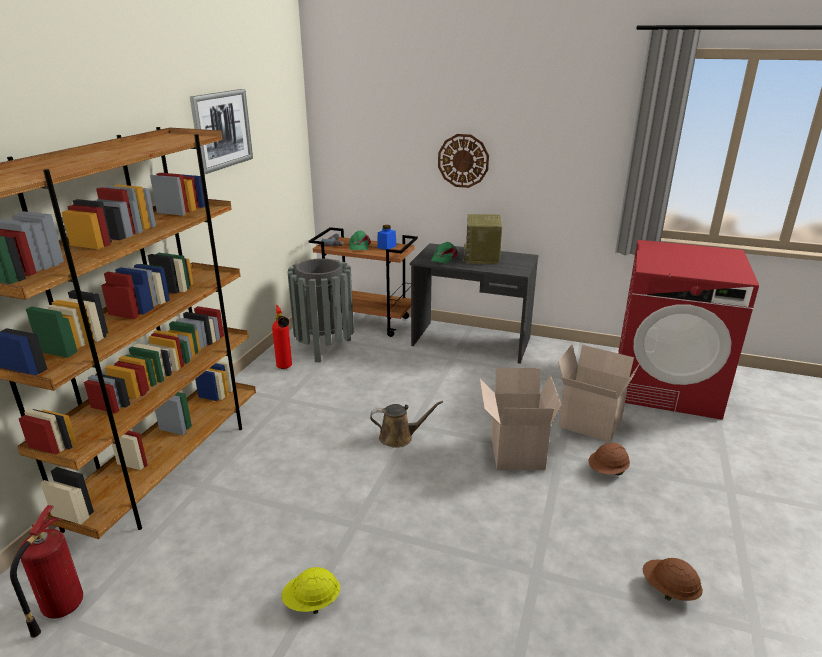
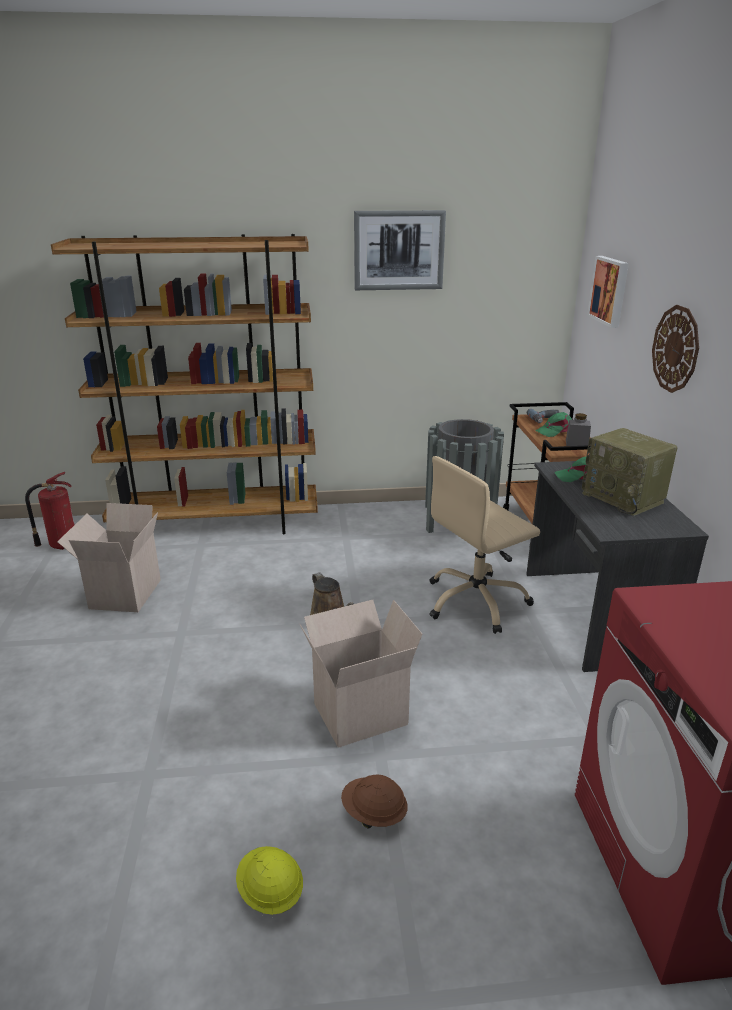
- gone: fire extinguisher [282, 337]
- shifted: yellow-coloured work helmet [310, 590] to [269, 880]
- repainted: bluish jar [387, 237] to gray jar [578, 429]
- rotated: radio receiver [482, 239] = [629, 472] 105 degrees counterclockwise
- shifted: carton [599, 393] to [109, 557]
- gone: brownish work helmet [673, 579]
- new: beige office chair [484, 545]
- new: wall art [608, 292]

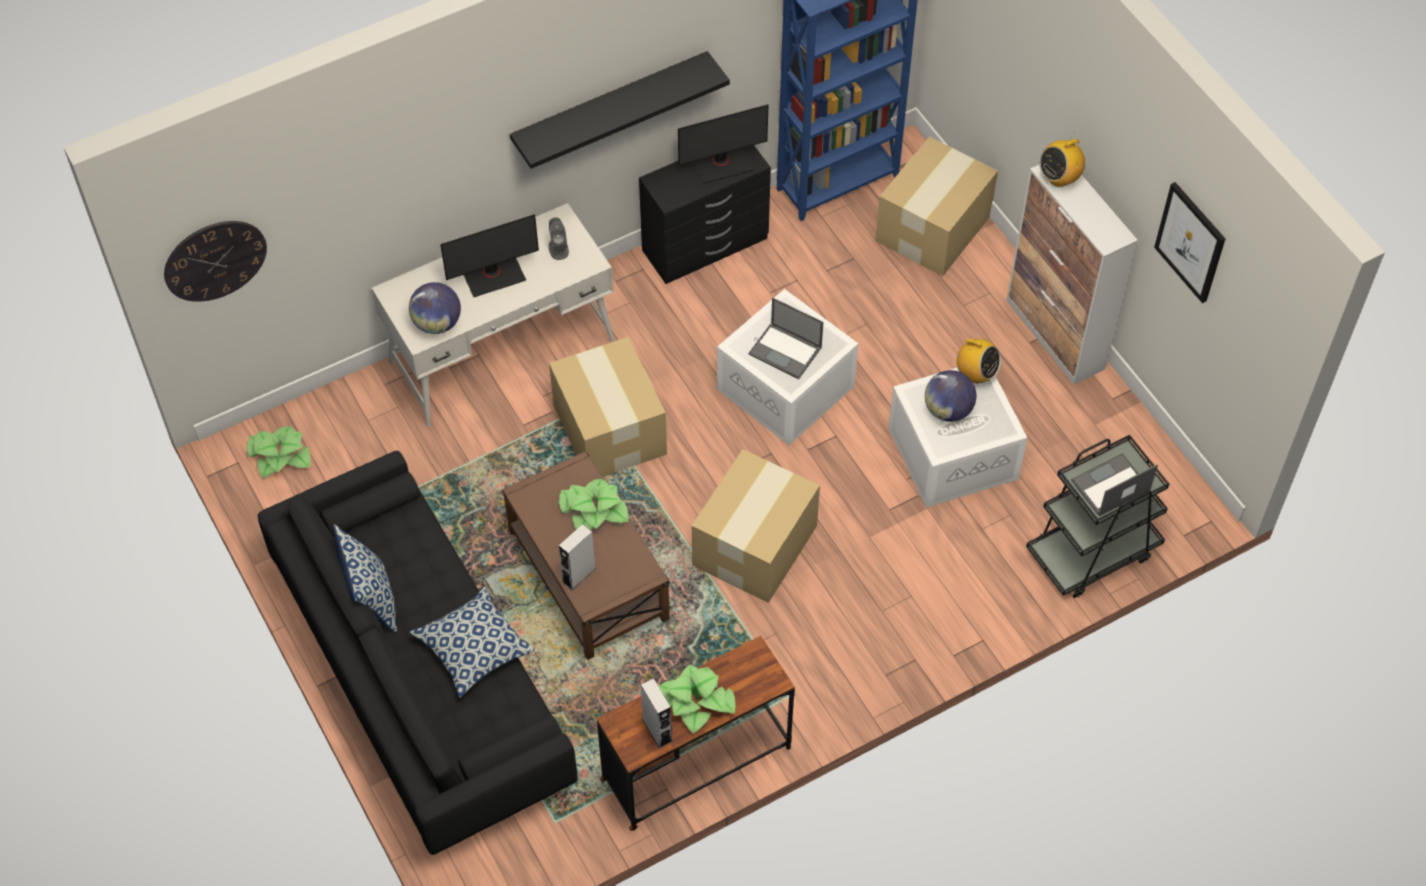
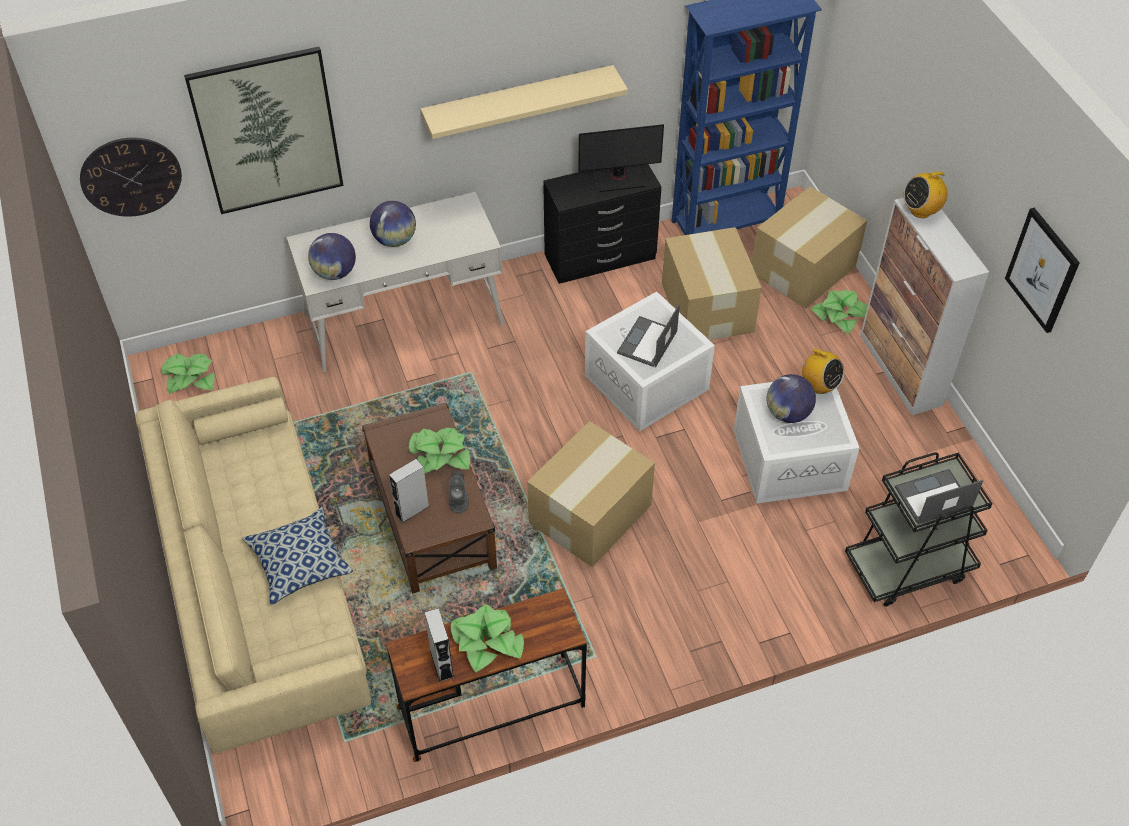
- repainted: black couch [417, 653] to beige couch [253, 565]
- gone: throw pillow [365, 579]
- swapped: computer screen [489, 255] to world globe [393, 224]
- repainted: black bracket shelf [620, 110] to beige bracket shelf [524, 102]
- shifted: gray loudspeaker [559, 239] to [459, 492]
- shifted: carton [608, 407] to [712, 283]
- rotated: notebook computer [786, 338] = [648, 336] 75 degrees clockwise
- new: wall art [264, 130]
- new: potted plant [839, 312]

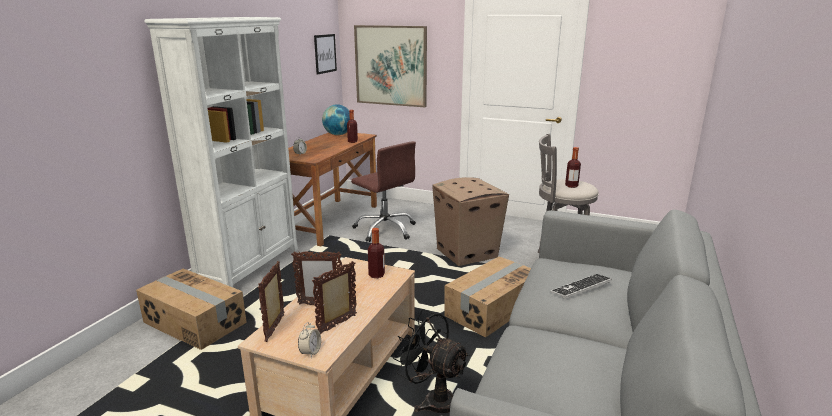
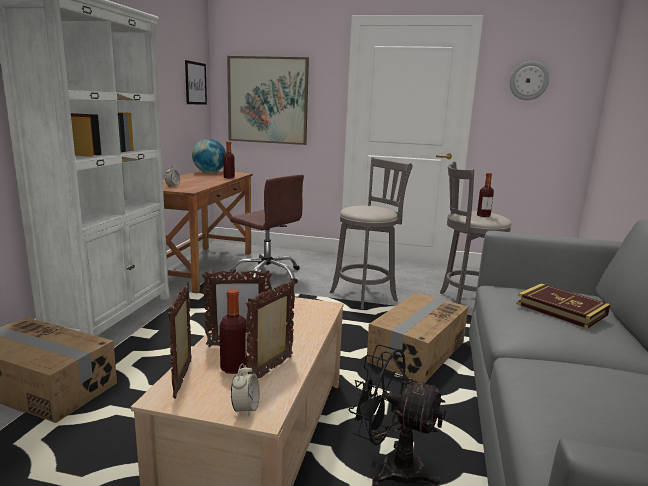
- shifted: bottle [376, 253] to [233, 331]
- swapped: carton [470, 221] to gray sitting stool [371, 233]
- swapped: keyboard [581, 286] to book [564, 306]
- new: clock on the wall [529, 80]

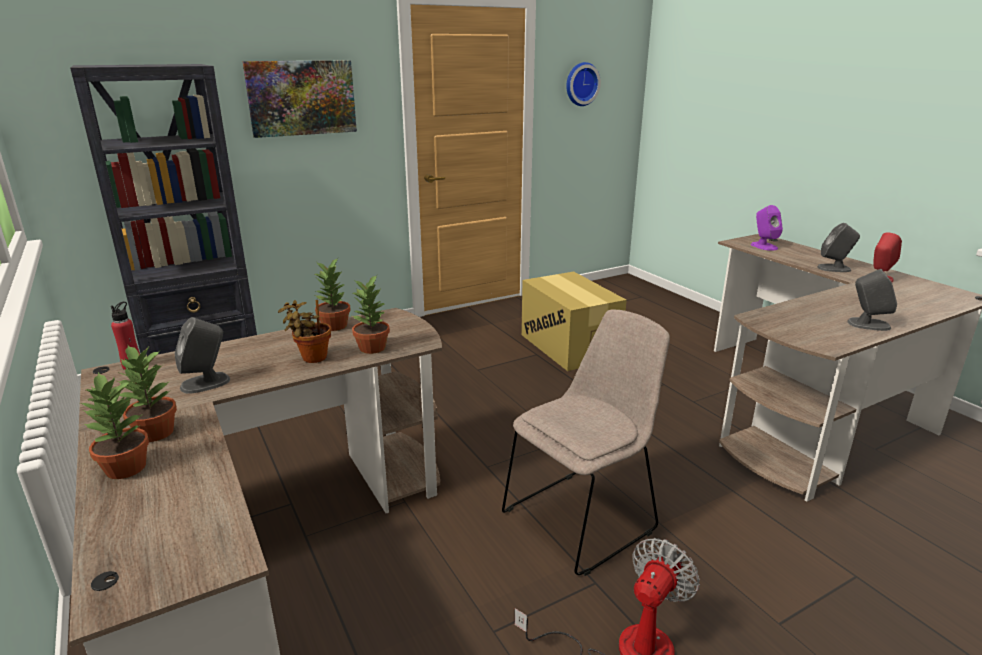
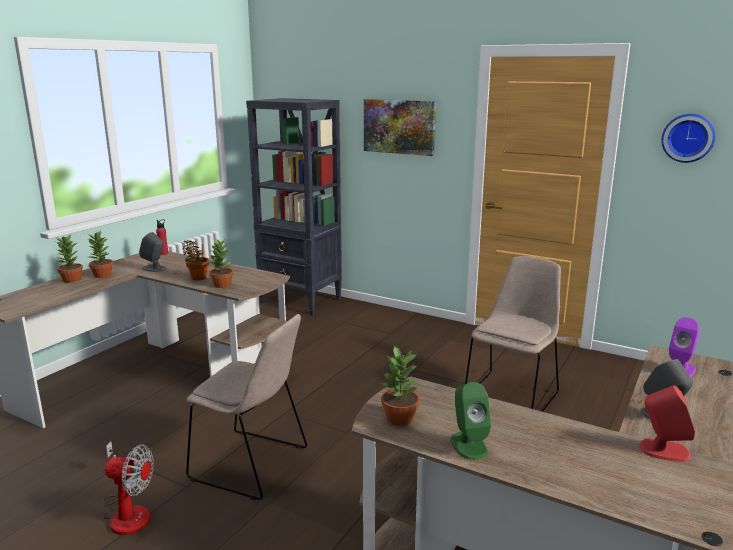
- shifted: potted plant [331, 294] to [400, 385]
- swapped: carton [574, 321] to beige upright chair [513, 334]
- repainted: gray loudspeaker [872, 300] to greenish loudspeaker [470, 421]

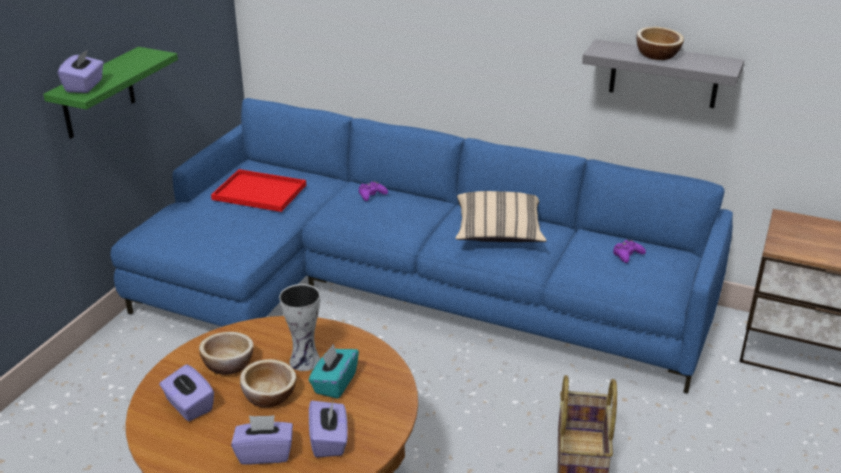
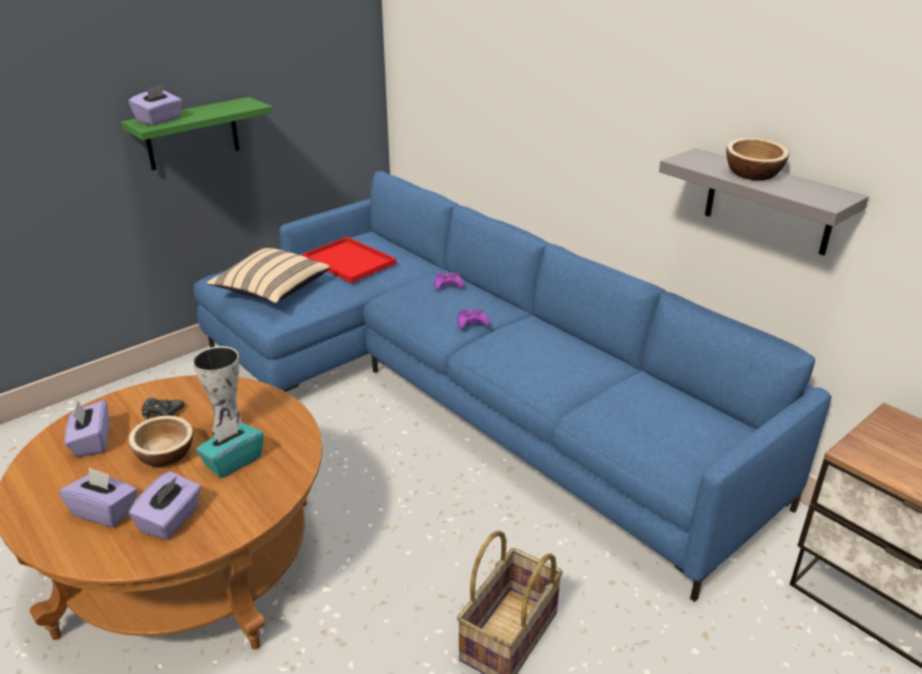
- swapped: deep dish [226, 353] to black joypad [163, 409]
- shifted: beige throw pillow [501, 216] to [268, 276]
- shifted: purple joypad [629, 251] to [473, 319]

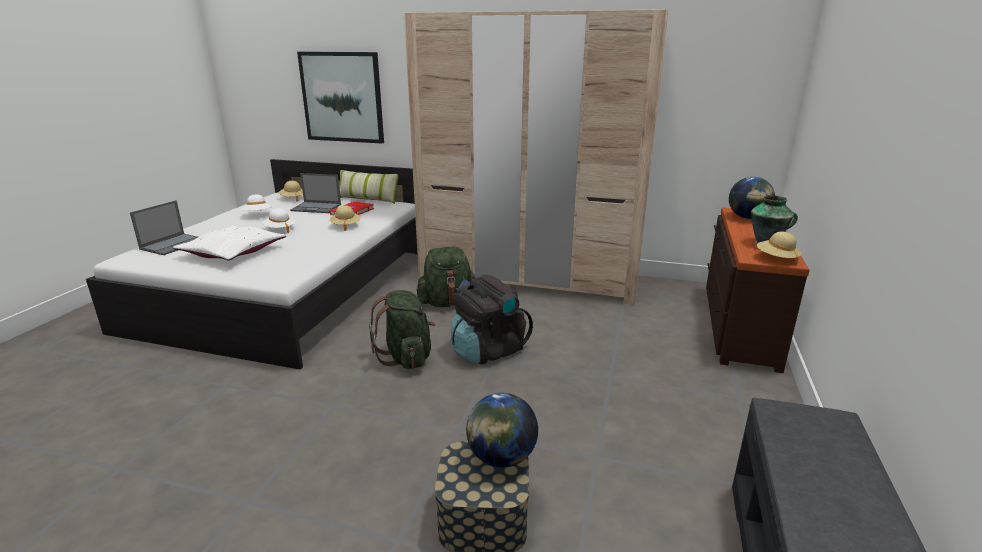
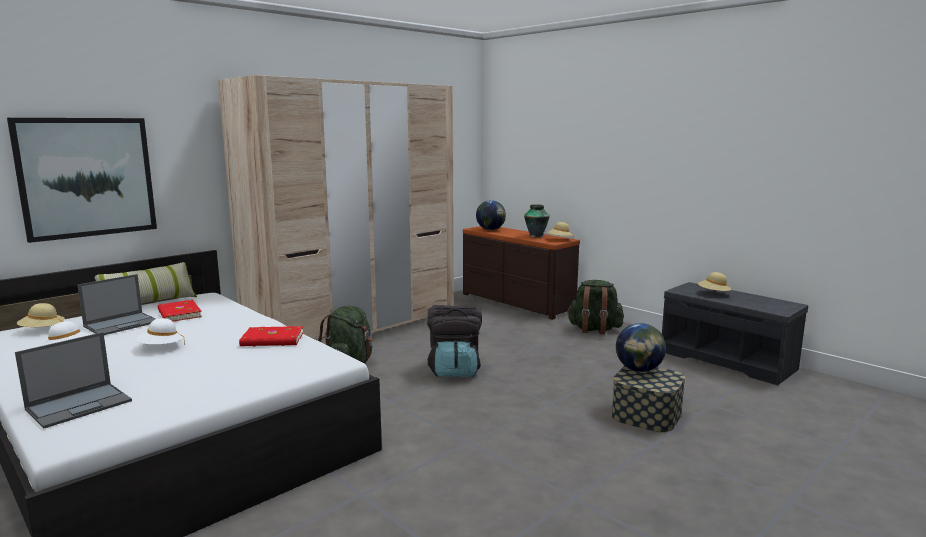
- rotated: notebook computer [164, 227] = [73, 380] 75 degrees clockwise
- gone: whitish throw pillow [229, 243]
- shifted: beige hat [345, 218] to [715, 281]
- shifted: greenish backpack [402, 329] to [595, 307]
- new: red book [271, 336]

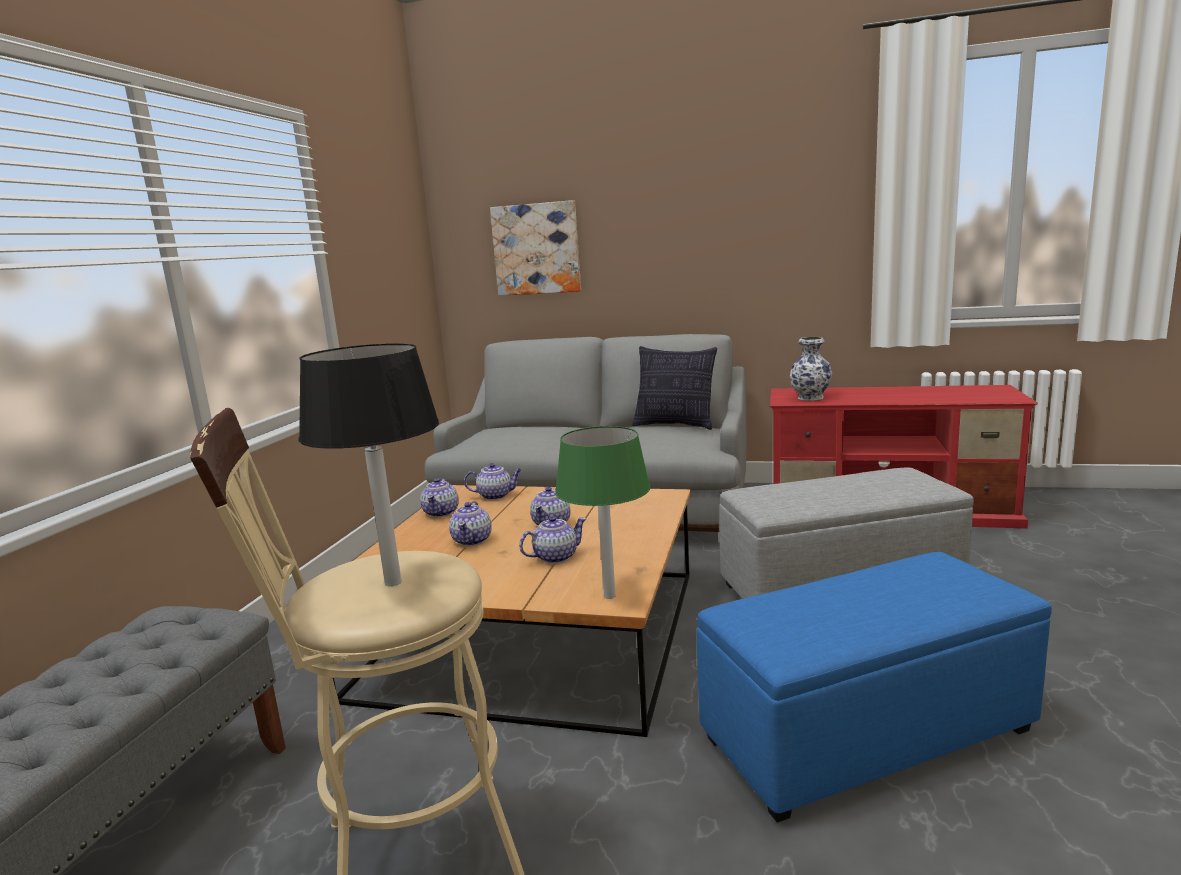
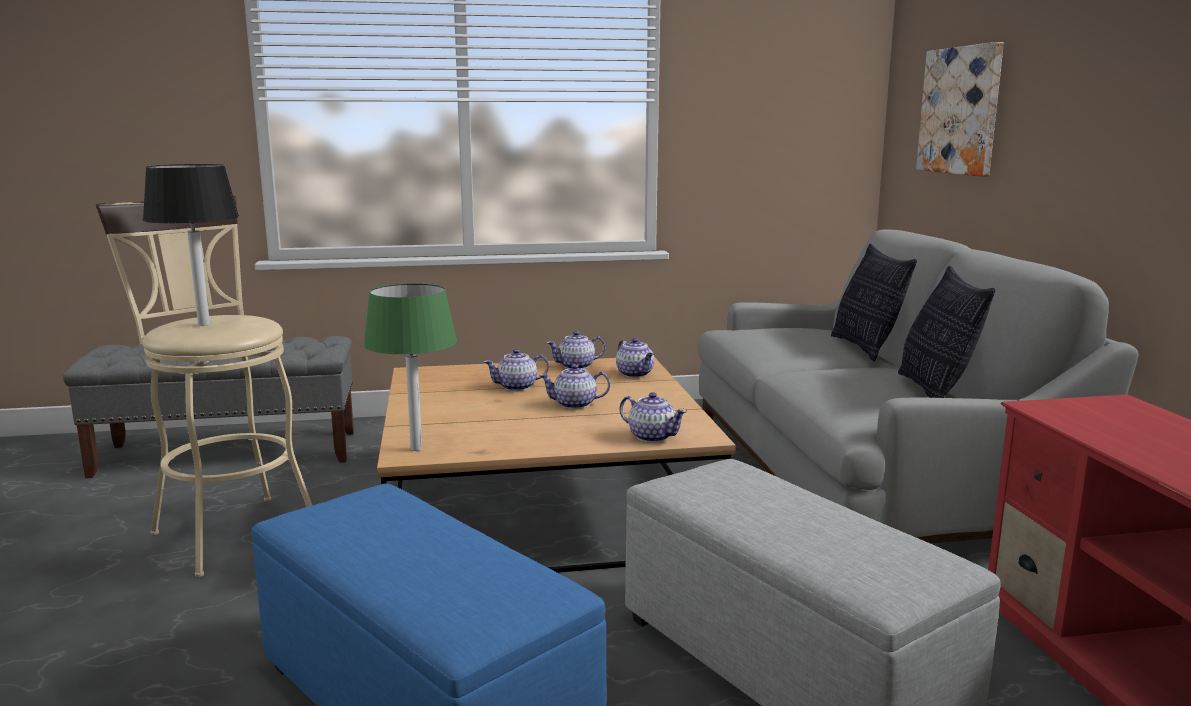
- shifted: tea pot [552, 540] to [653, 417]
- gone: flower vase [811, 369]
- new: throw pillow [874, 302]

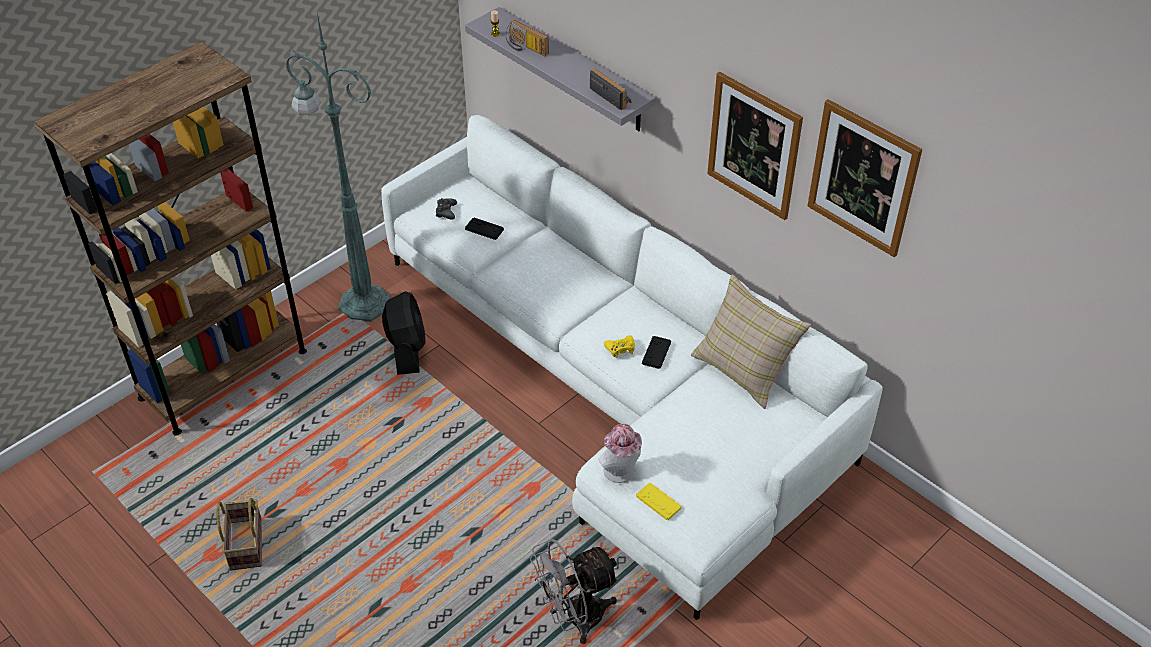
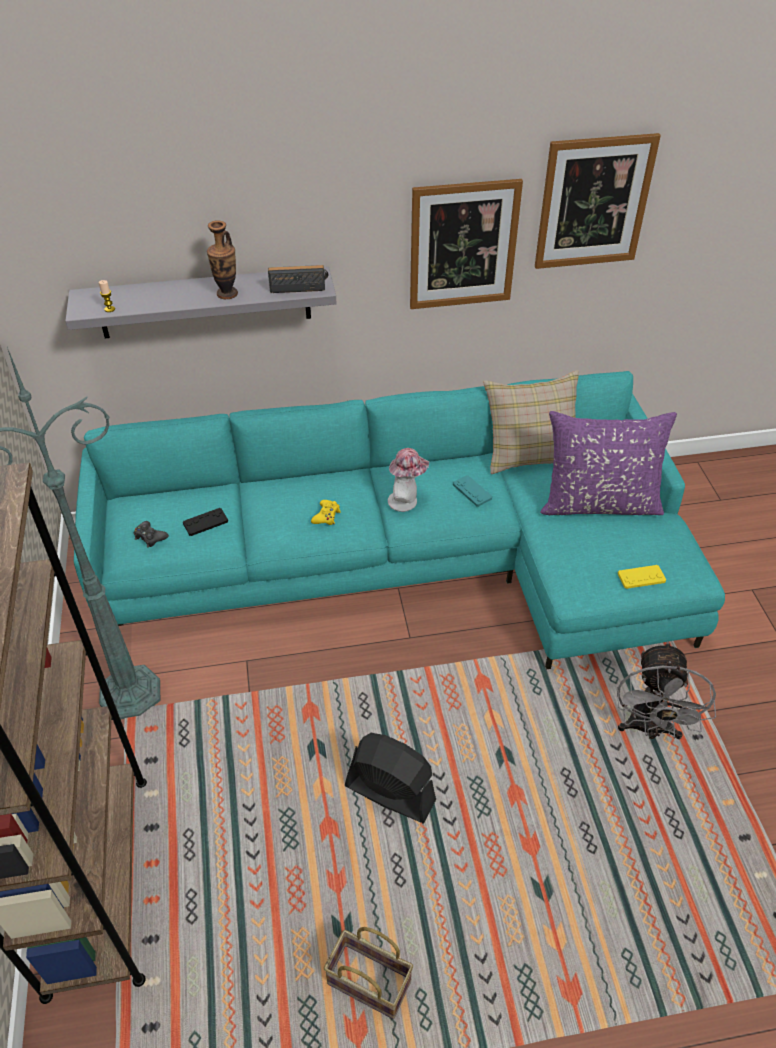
- repainted: whitish couch [632, 368] to blue-green couch [399, 520]
- shifted: black electric fan [404, 333] to [390, 778]
- gone: radio receiver [527, 38]
- shifted: hat [620, 453] to [408, 480]
- shifted: yellow-coloured joypad [619, 346] to [326, 512]
- repainted: black joypad [656, 352] to blue-green joypad [472, 491]
- new: flower vase [222, 259]
- new: purple throw pillow [608, 463]

